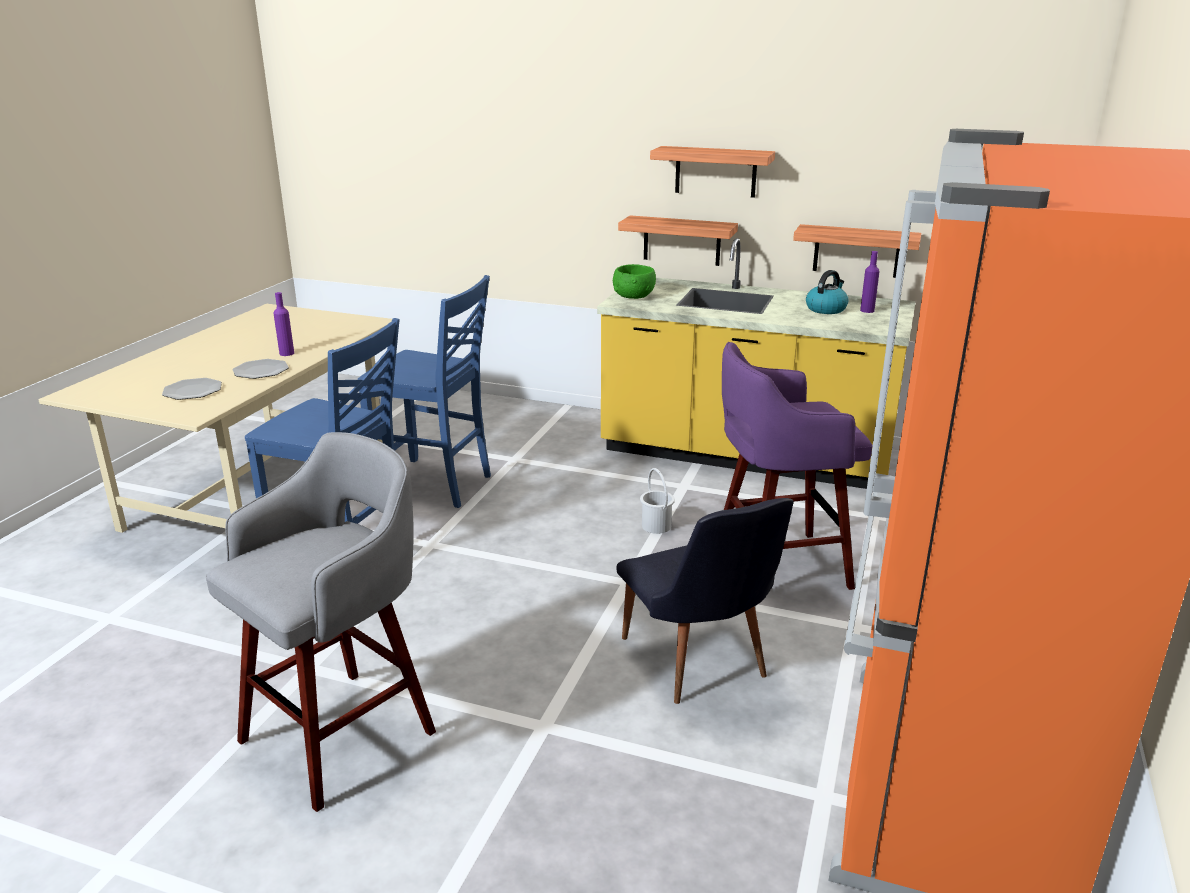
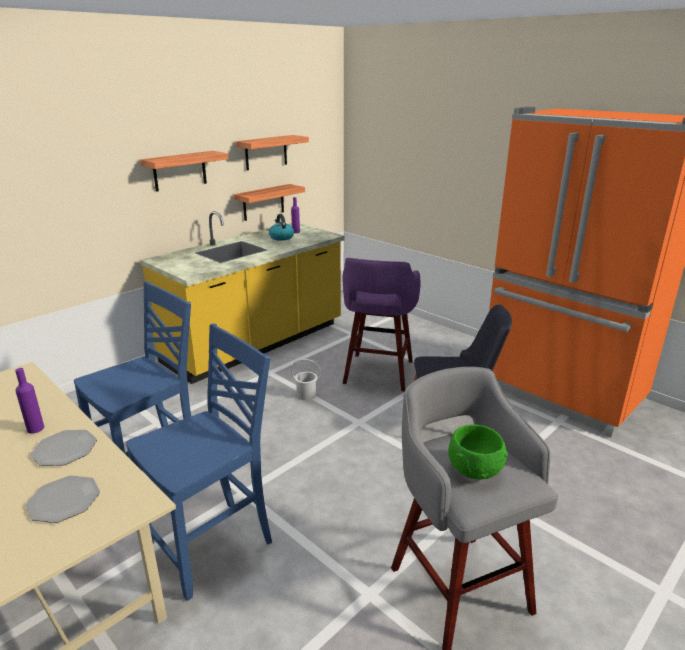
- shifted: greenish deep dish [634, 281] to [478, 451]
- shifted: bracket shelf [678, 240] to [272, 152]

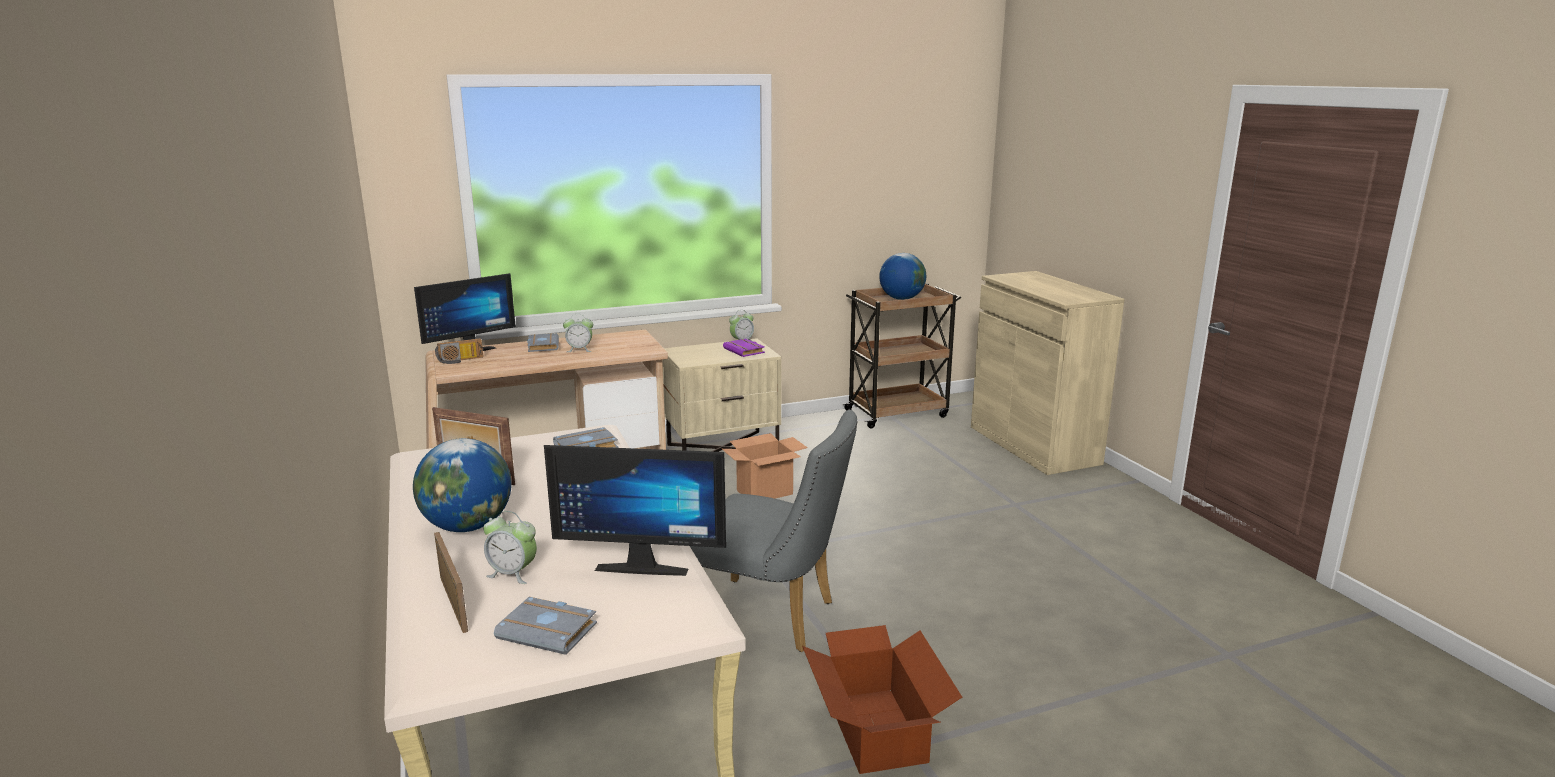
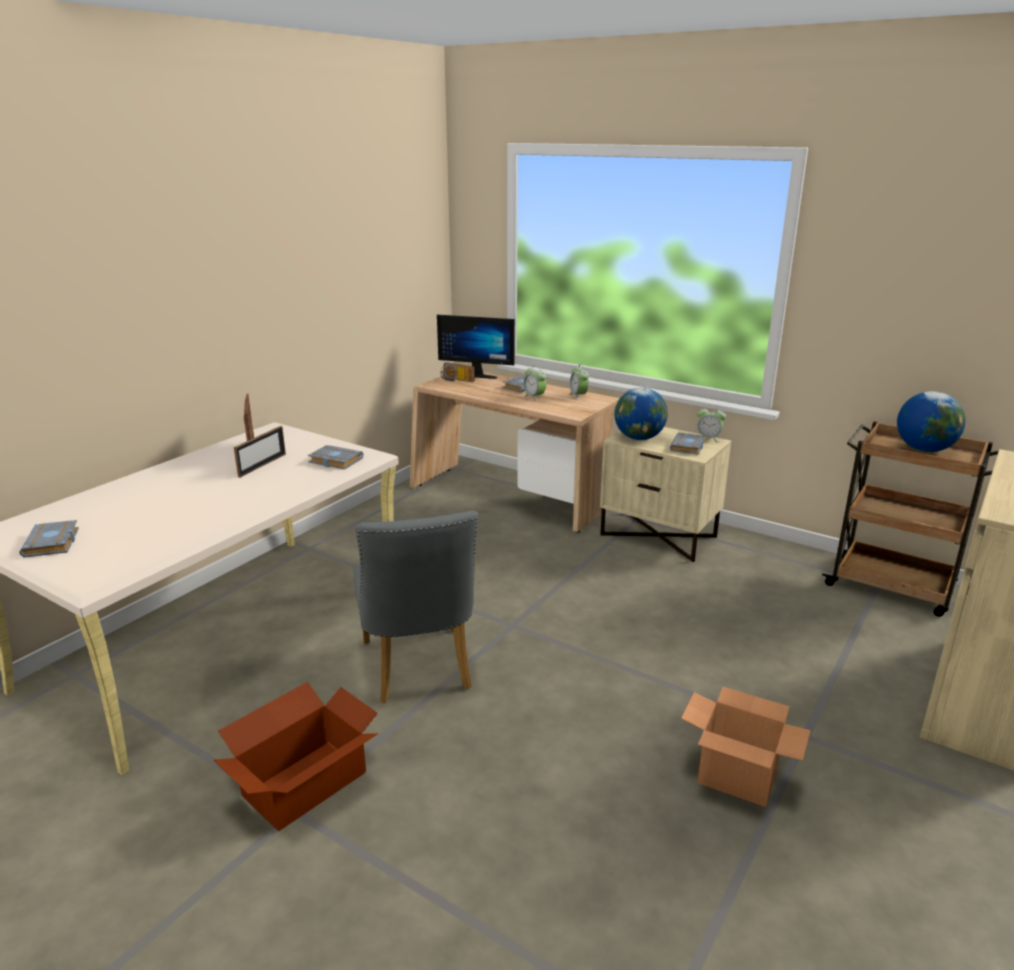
- shifted: world globe [462, 485] to [641, 413]
- shifted: picture frame [451, 582] to [260, 452]
- shifted: bedside clock [510, 547] to [579, 382]
- gone: computer screen [635, 510]
- shifted: carton [765, 466] to [746, 747]
- repainted: purple book [744, 347] to gray book [687, 443]

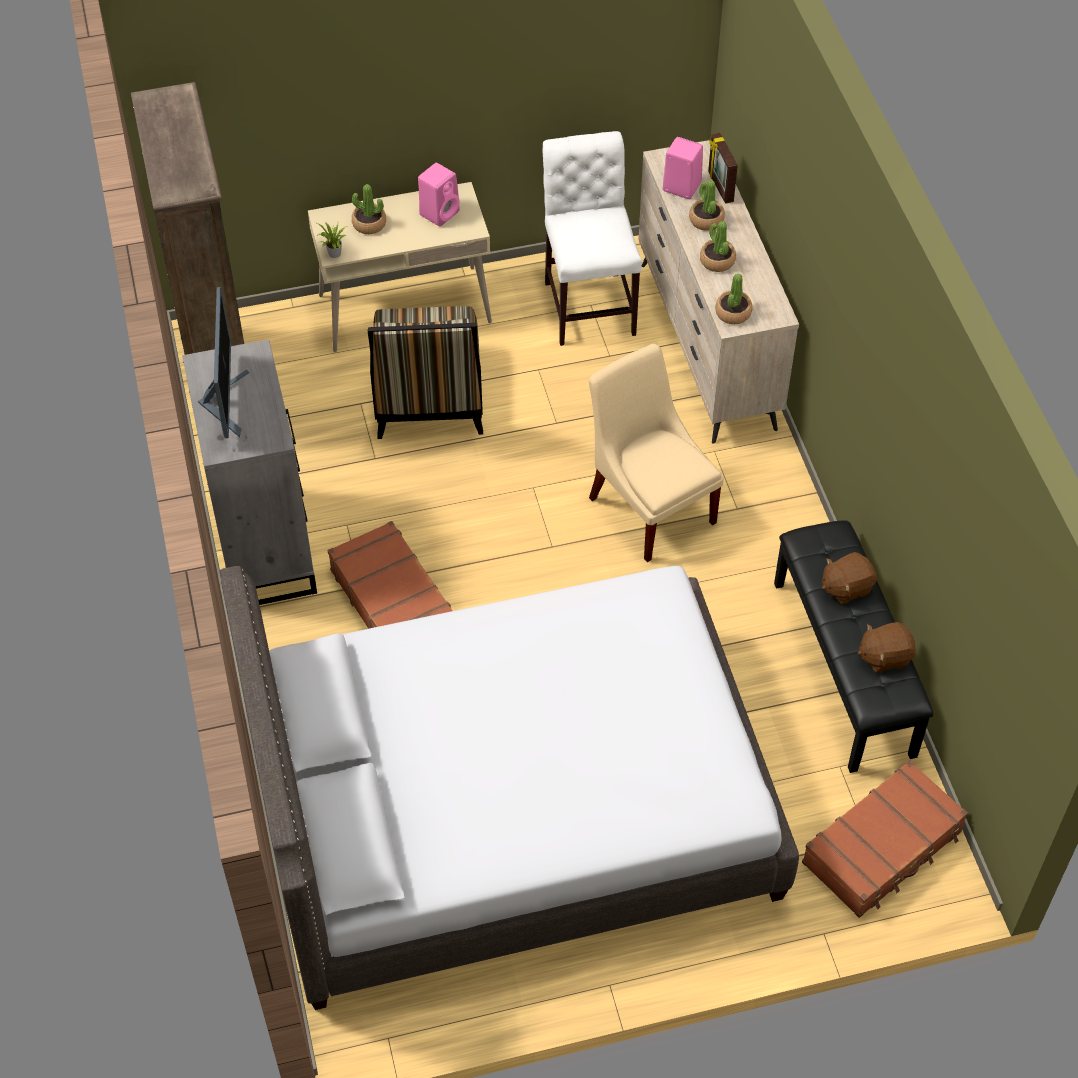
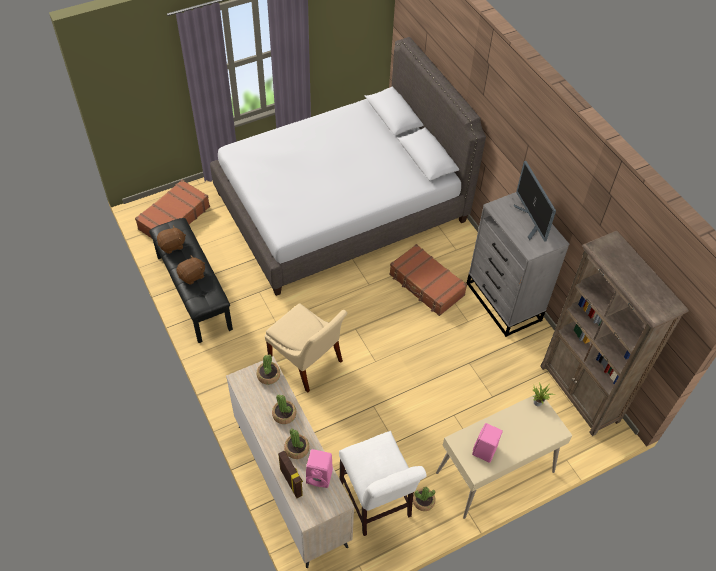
- shifted: potted plant [369, 209] to [424, 499]
- gone: upright chair [425, 372]

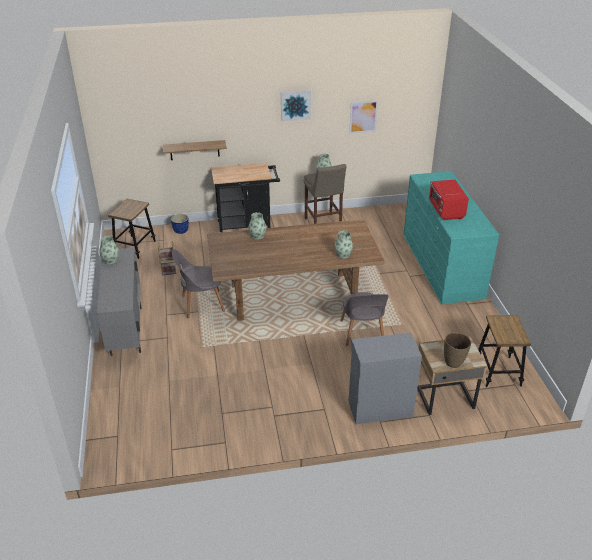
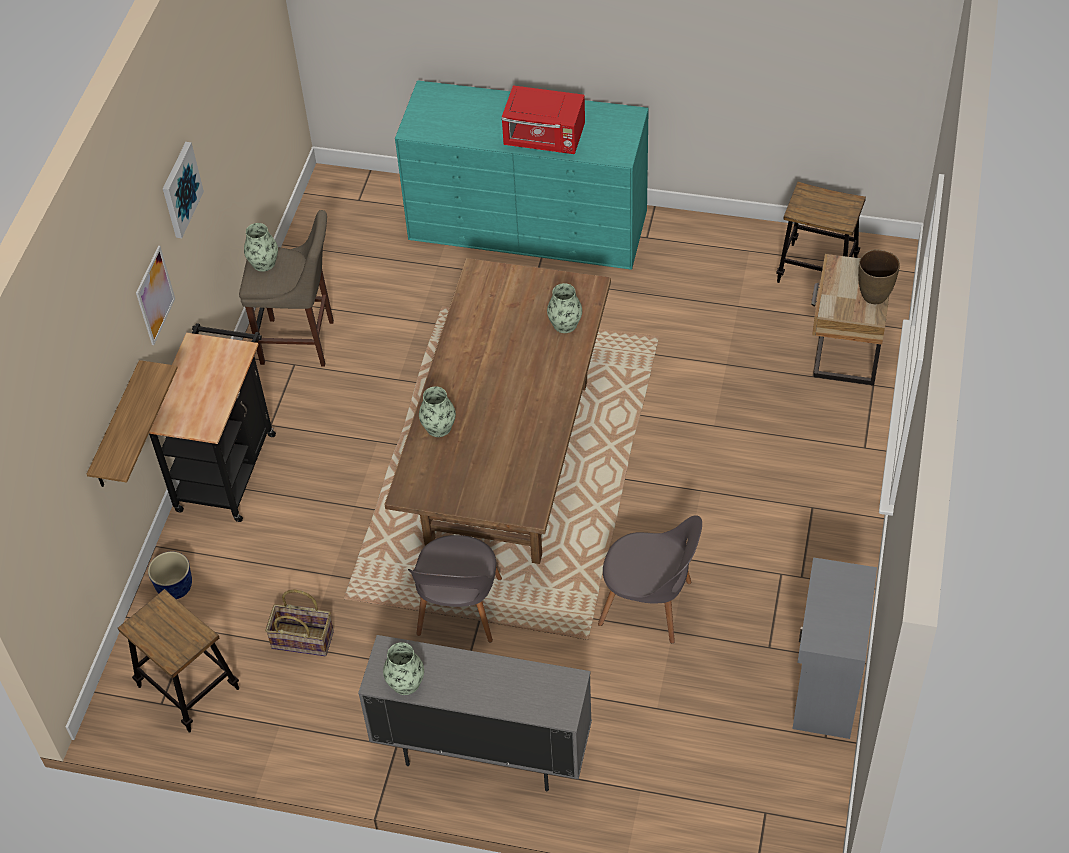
- shifted: gray upright chair [364, 319] to [650, 579]
- shifted: wall art [363, 116] to [155, 295]
- shifted: gray cabinet [385, 378] to [834, 648]

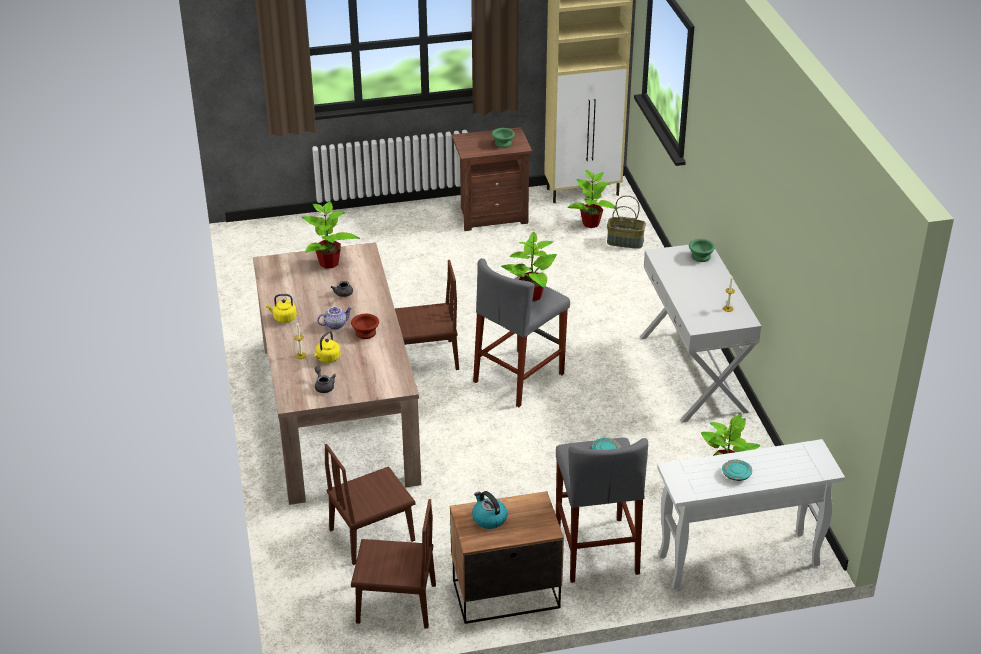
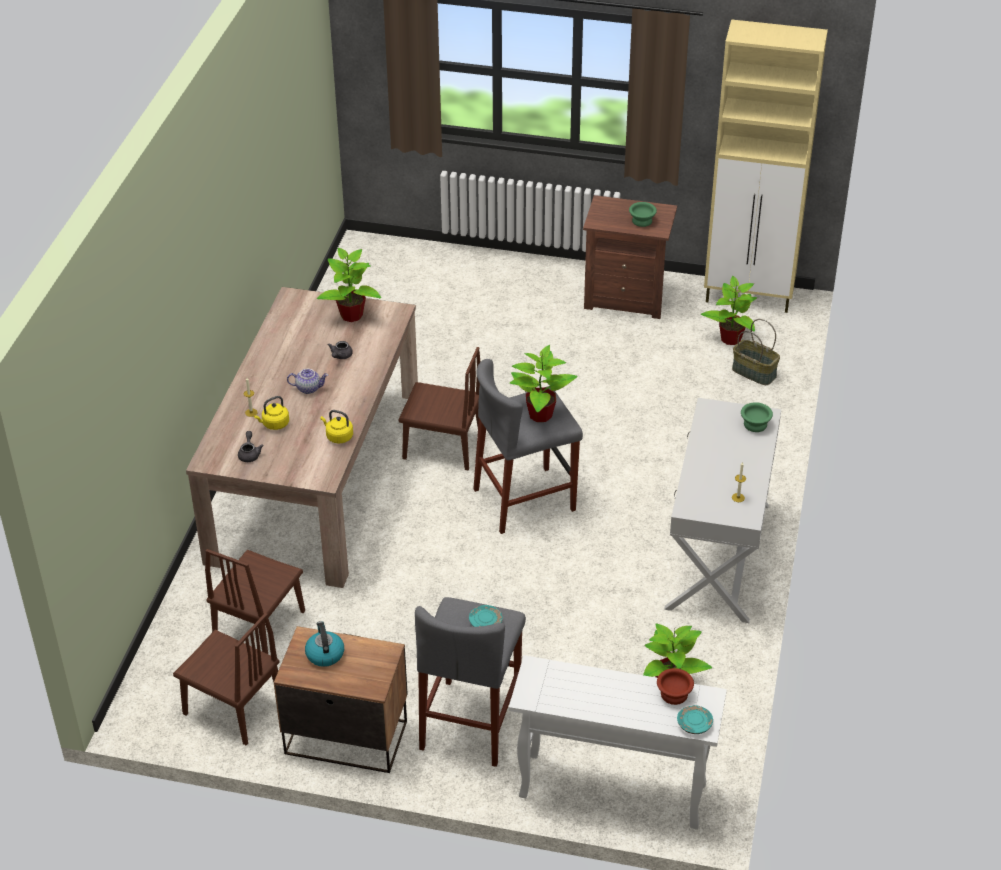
- shifted: yellow-coloured water kettle [281, 308] to [337, 426]
- rotated: brownish upright chair [370, 504] = [255, 601] 60 degrees counterclockwise
- shifted: brownish deep dish [365, 326] to [675, 686]
- shifted: blue-green plate [737, 470] to [695, 719]

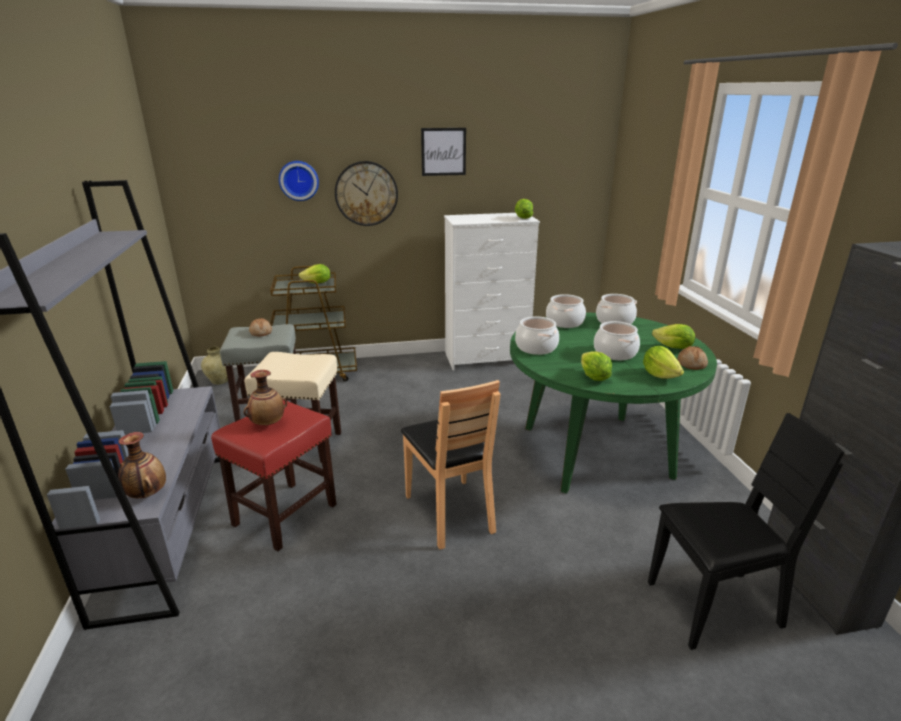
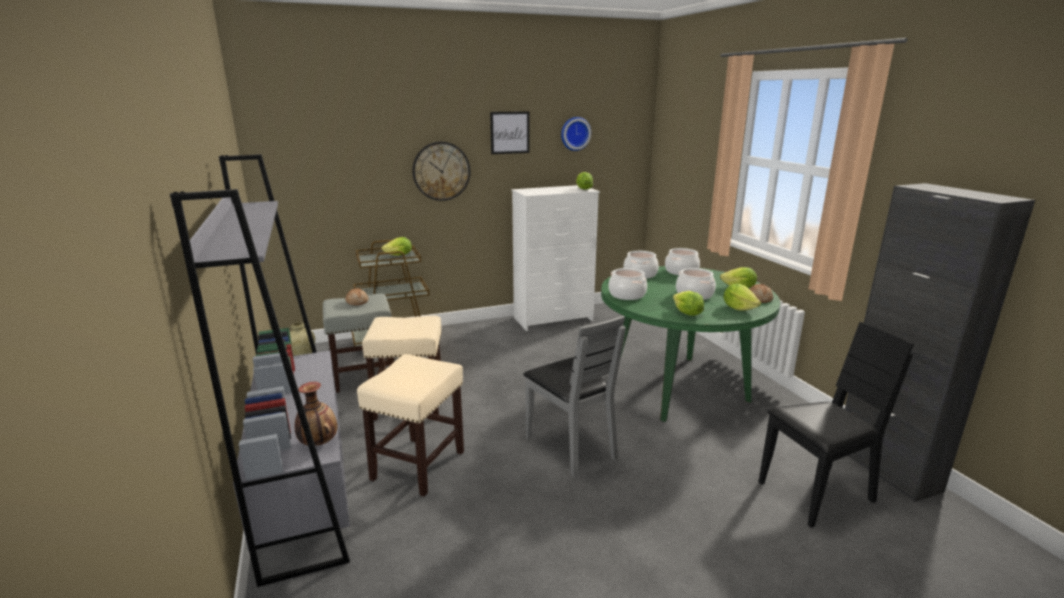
- repainted: red sitting stool [274, 475] to beige sitting stool [410, 425]
- gone: flower vase [265, 397]
- shifted: clock on the wall [299, 181] to [576, 134]
- repainted: brownish upright chair [451, 464] to gray upright chair [574, 397]

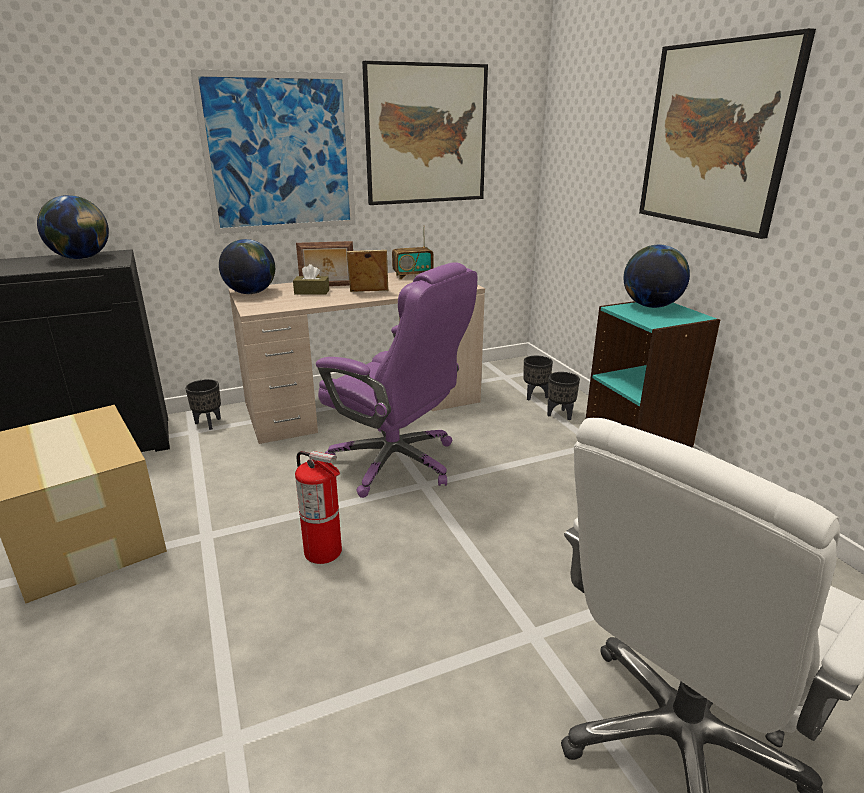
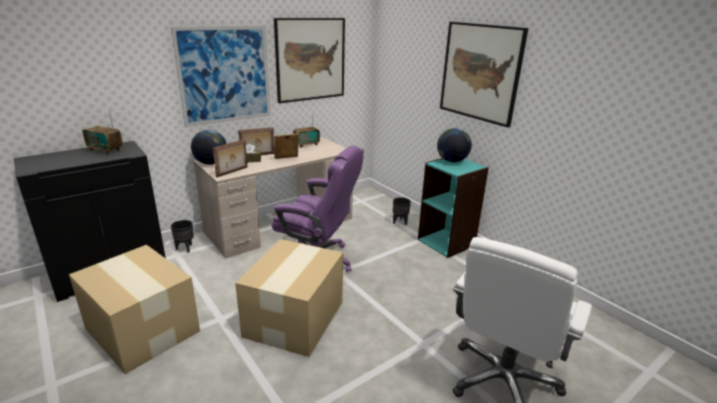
- swapped: world globe [73, 227] to radio receiver [102, 132]
- swapped: fire extinguisher [318, 507] to carton [289, 298]
- gone: black plant pot [538, 378]
- new: picture frame [230, 158]

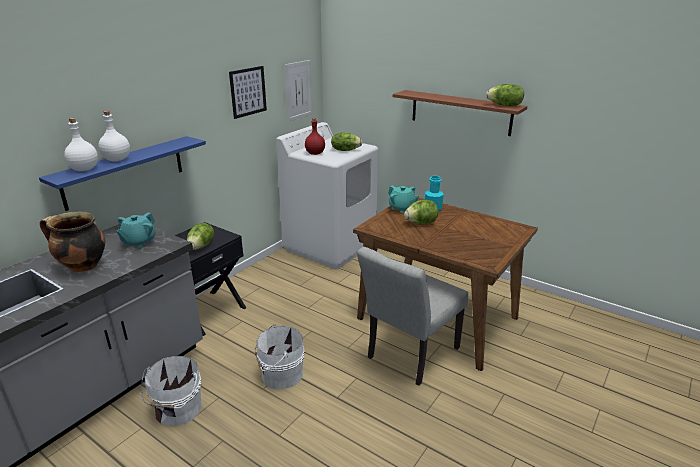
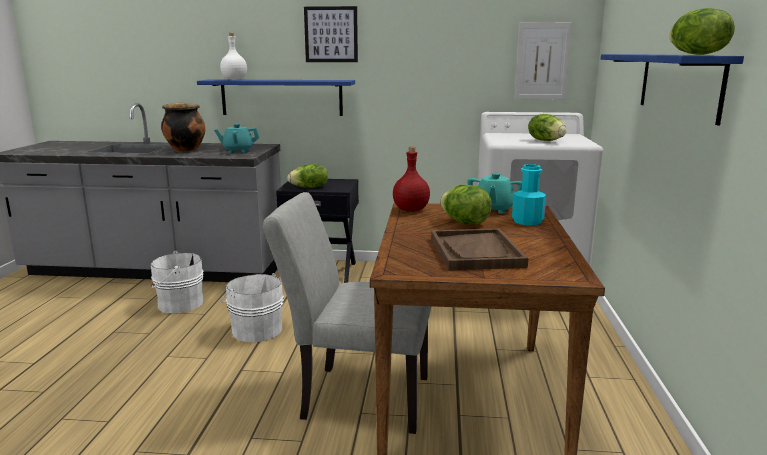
- gone: whitish bottle [114, 136]
- shifted: wall art [248, 92] to [331, 34]
- shifted: red bottle [315, 136] to [411, 179]
- repainted: brownish bracket shelf [460, 113] to bluish bracket shelf [672, 89]
- new: brownish serving tray [479, 249]

